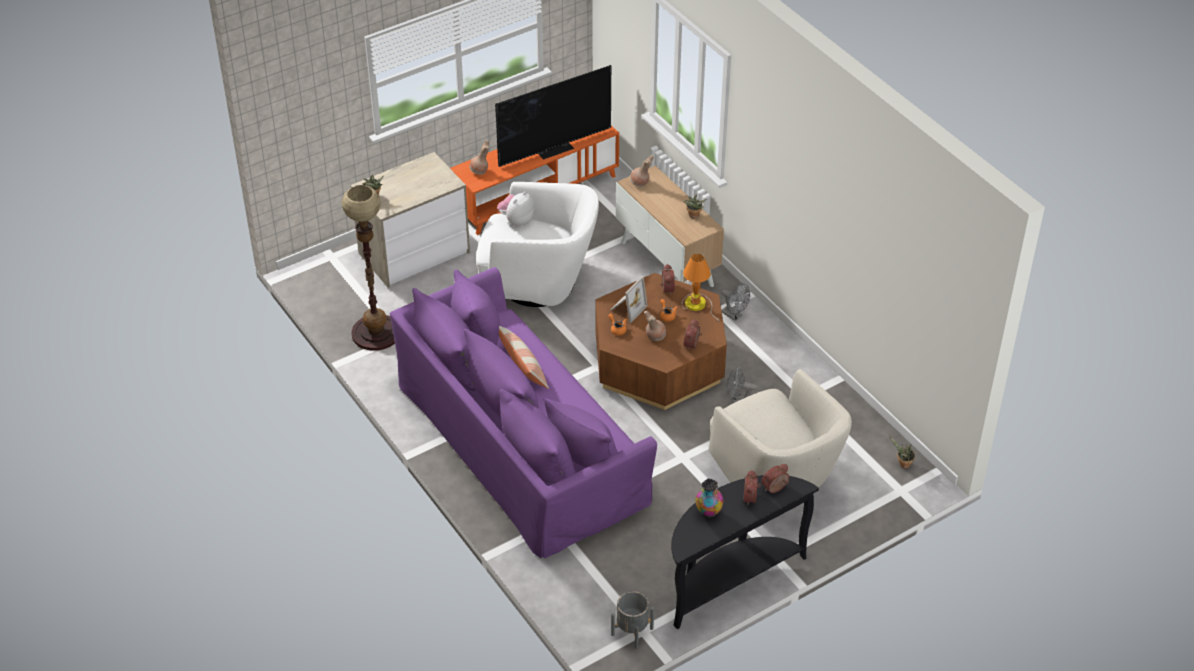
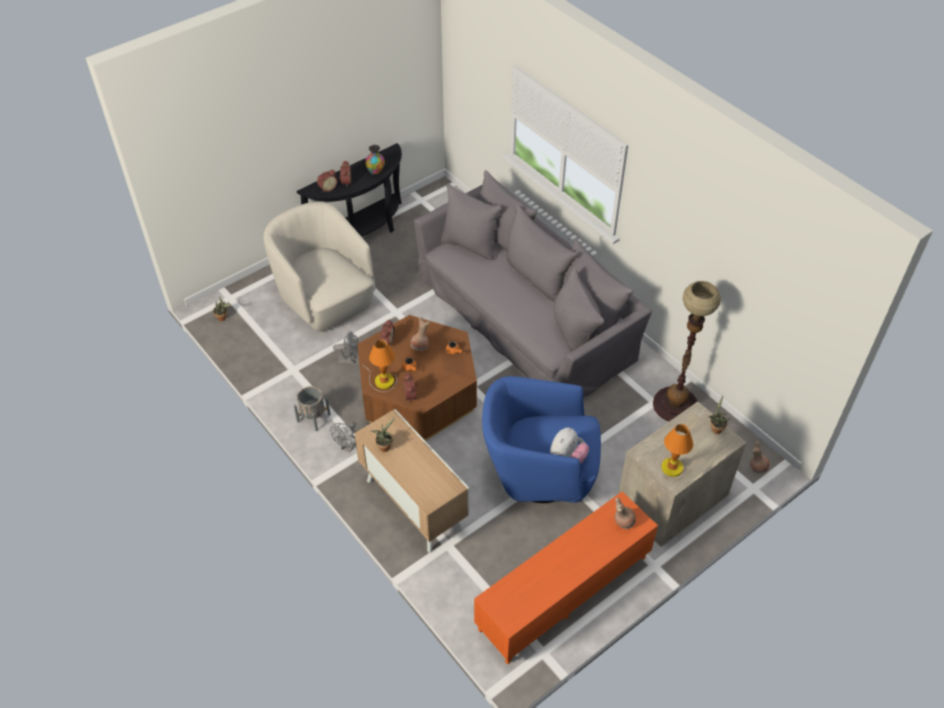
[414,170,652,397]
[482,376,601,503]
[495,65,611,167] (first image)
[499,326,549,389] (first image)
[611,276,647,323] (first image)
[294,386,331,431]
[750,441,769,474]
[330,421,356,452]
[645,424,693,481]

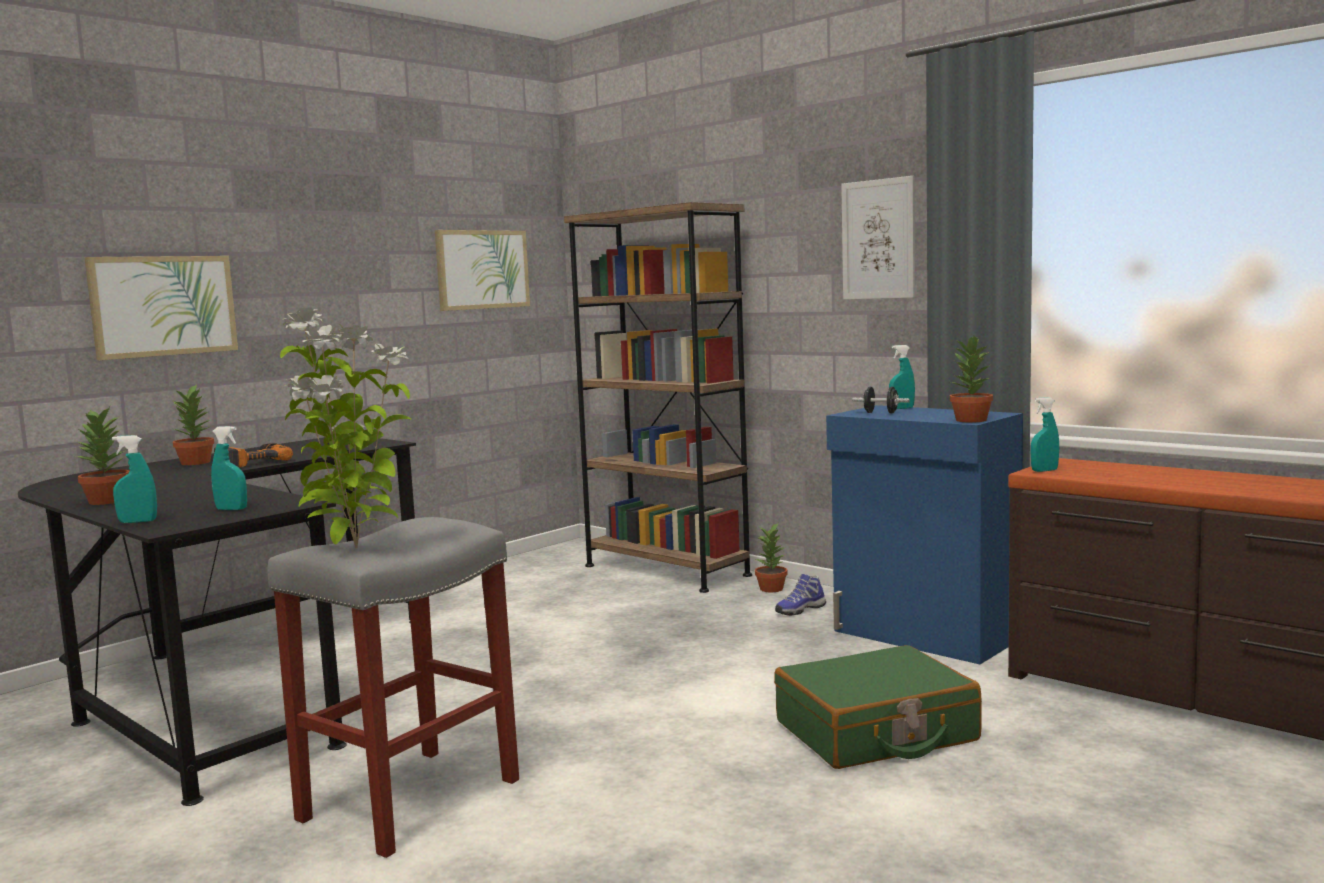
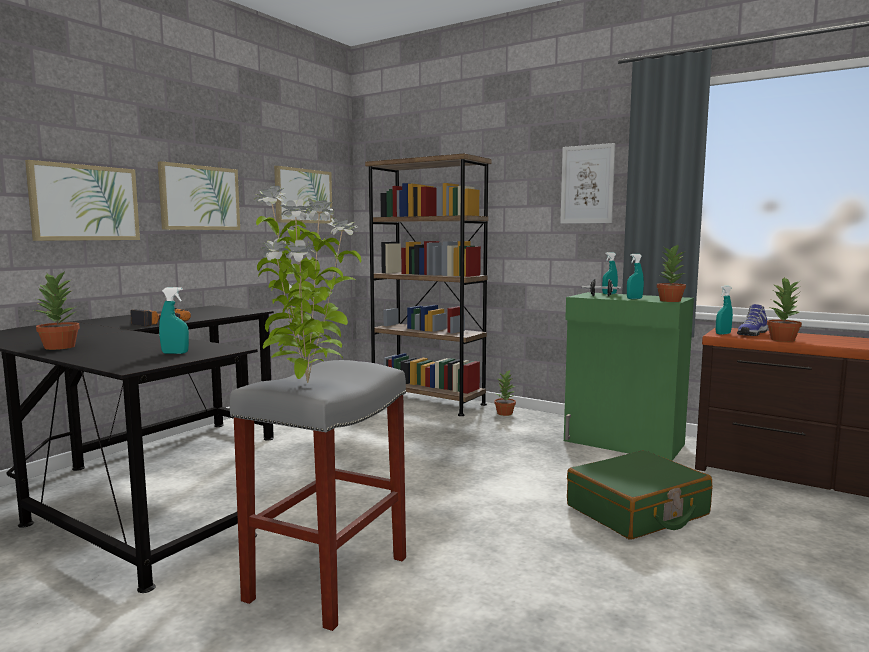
[627,254,644,299]
[767,277,802,342]
[737,304,767,336]
[564,292,694,461]
[158,161,240,230]

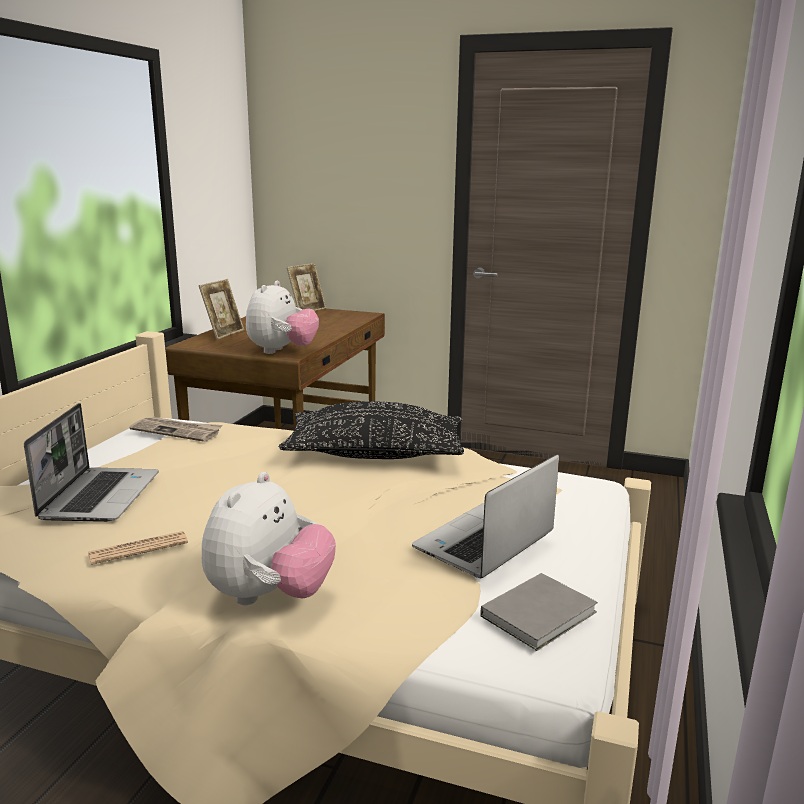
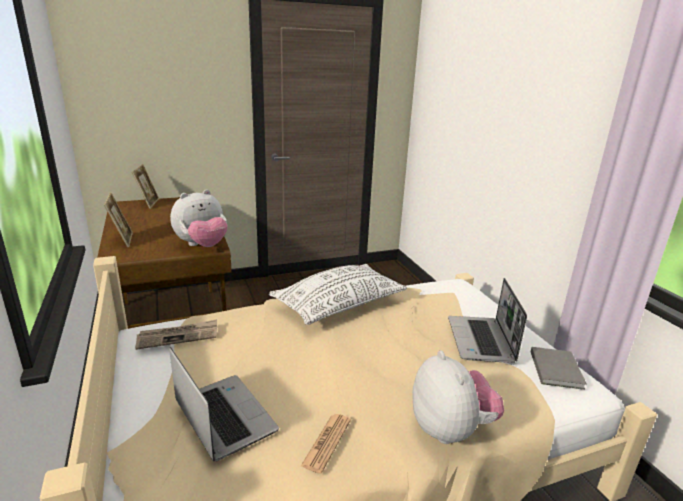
[170,190,227,247]
[269,264,407,325]

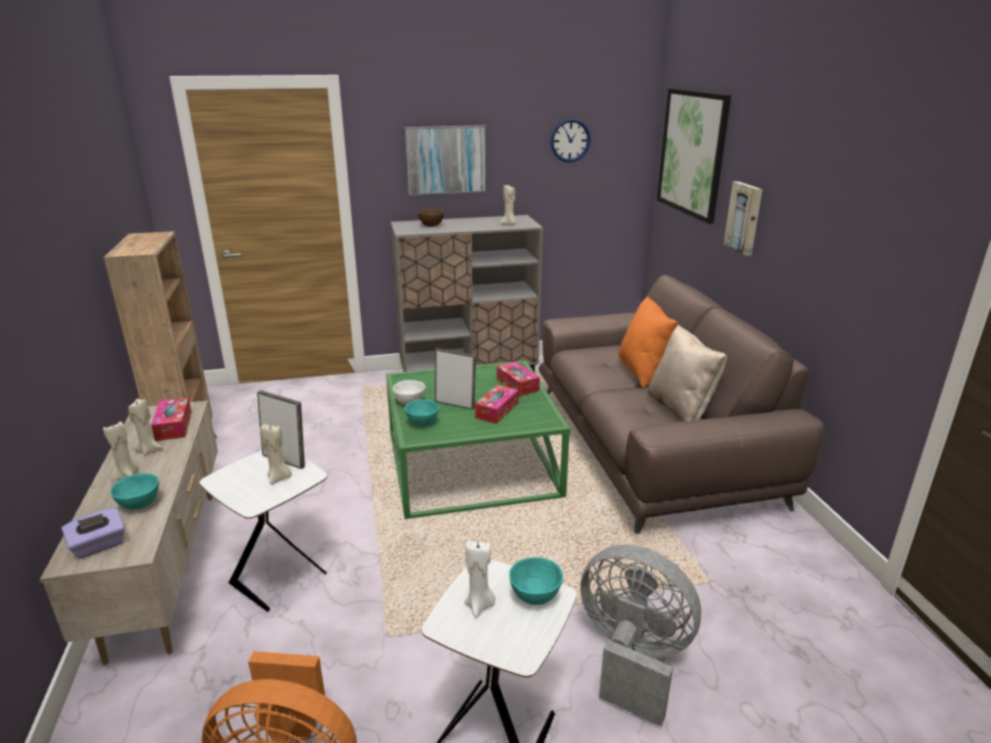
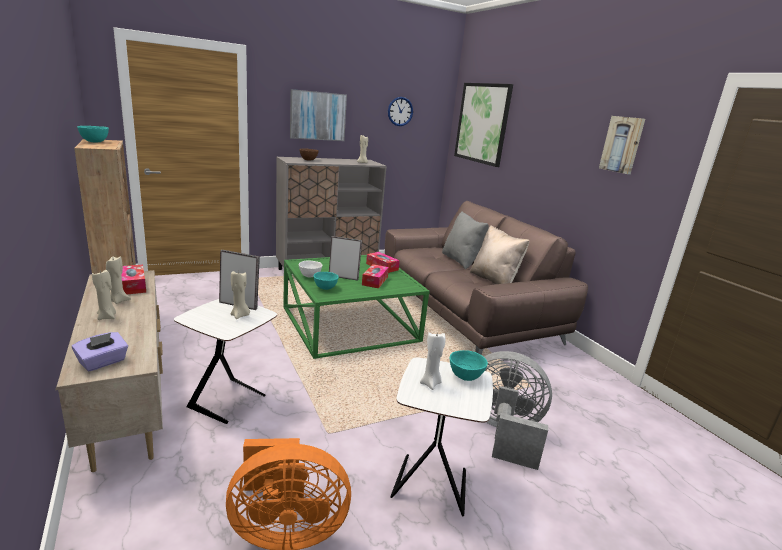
[77,126,109,143]
[442,211,489,269]
[599,116,645,174]

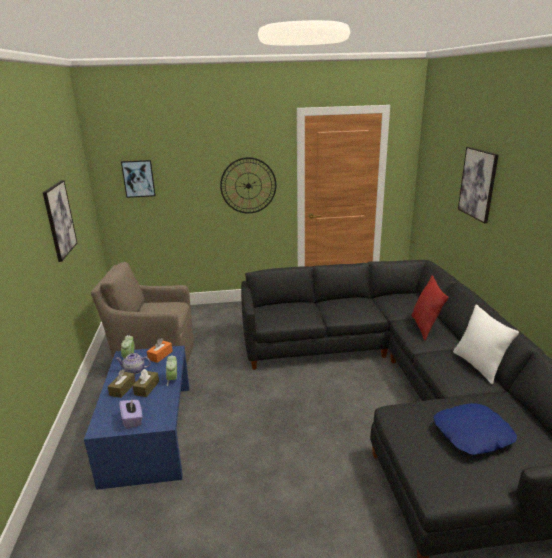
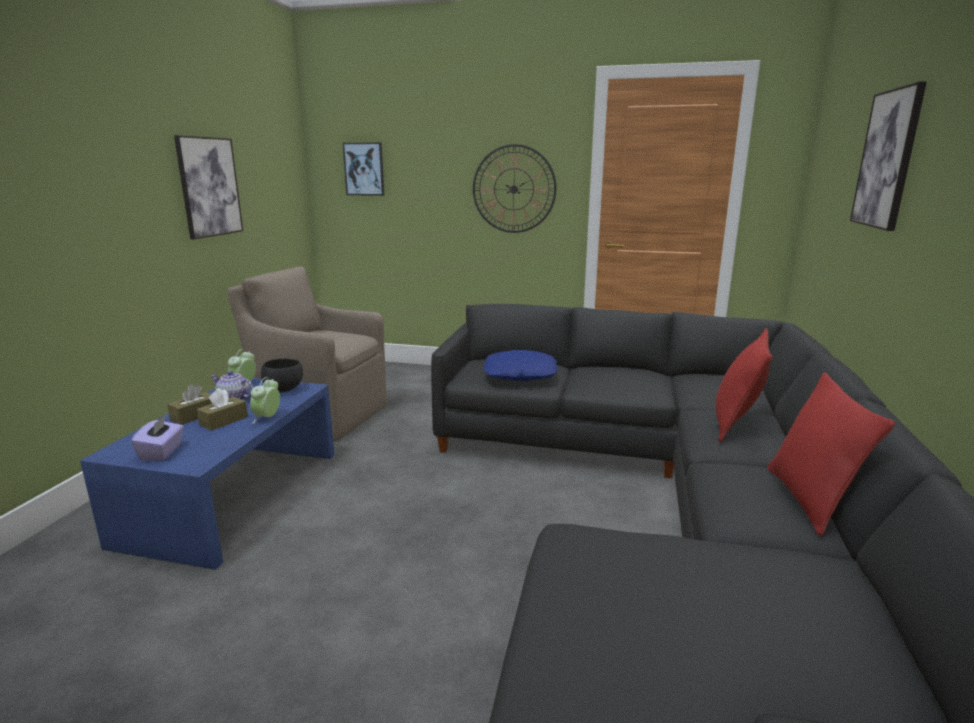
[261,358,303,392]
[484,350,558,381]
[767,372,895,536]

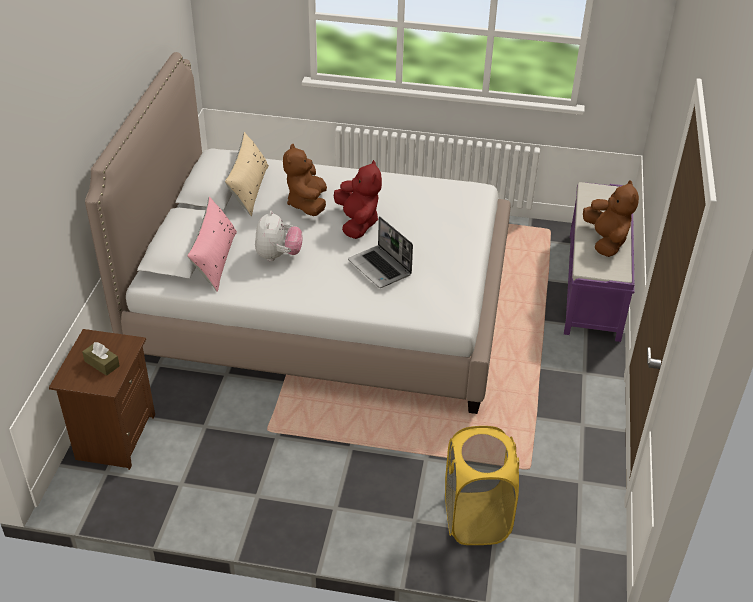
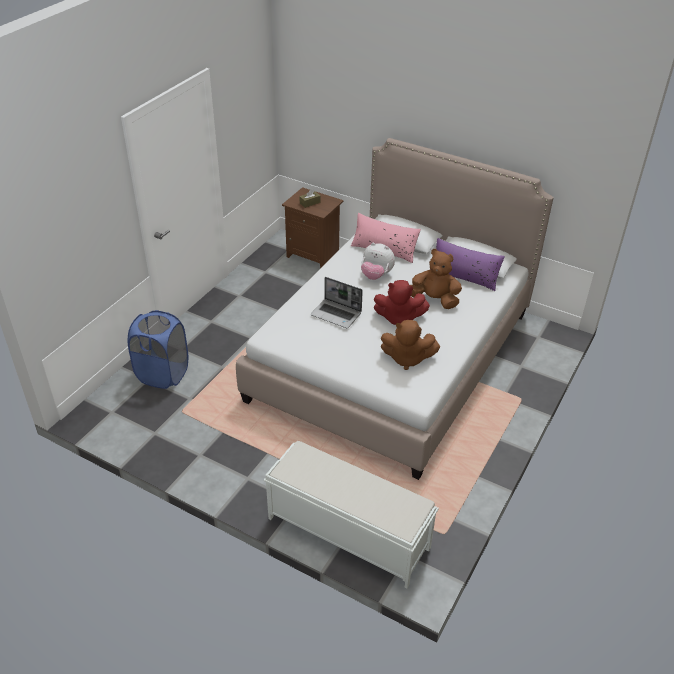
[436,238,505,291]
[311,277,363,328]
[128,310,188,389]
[264,441,439,589]
[381,320,440,370]

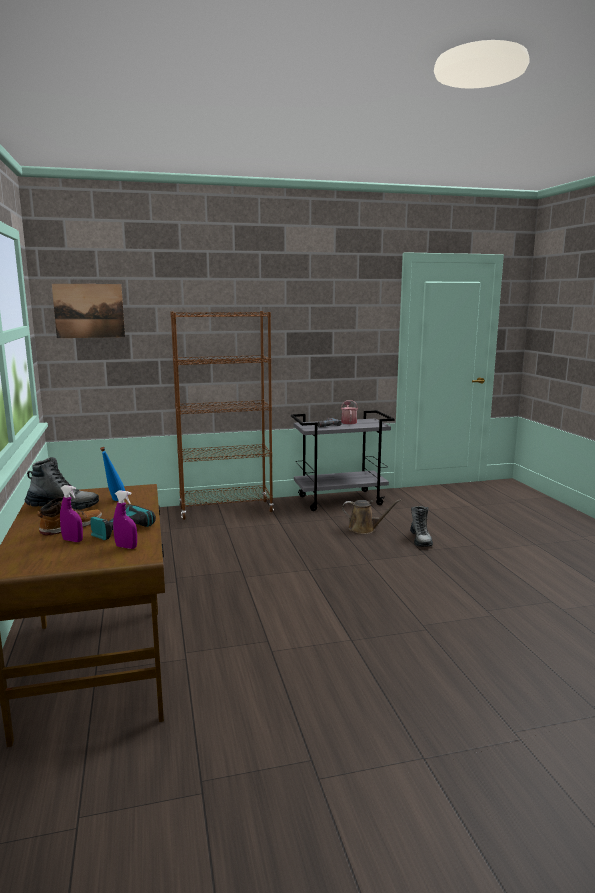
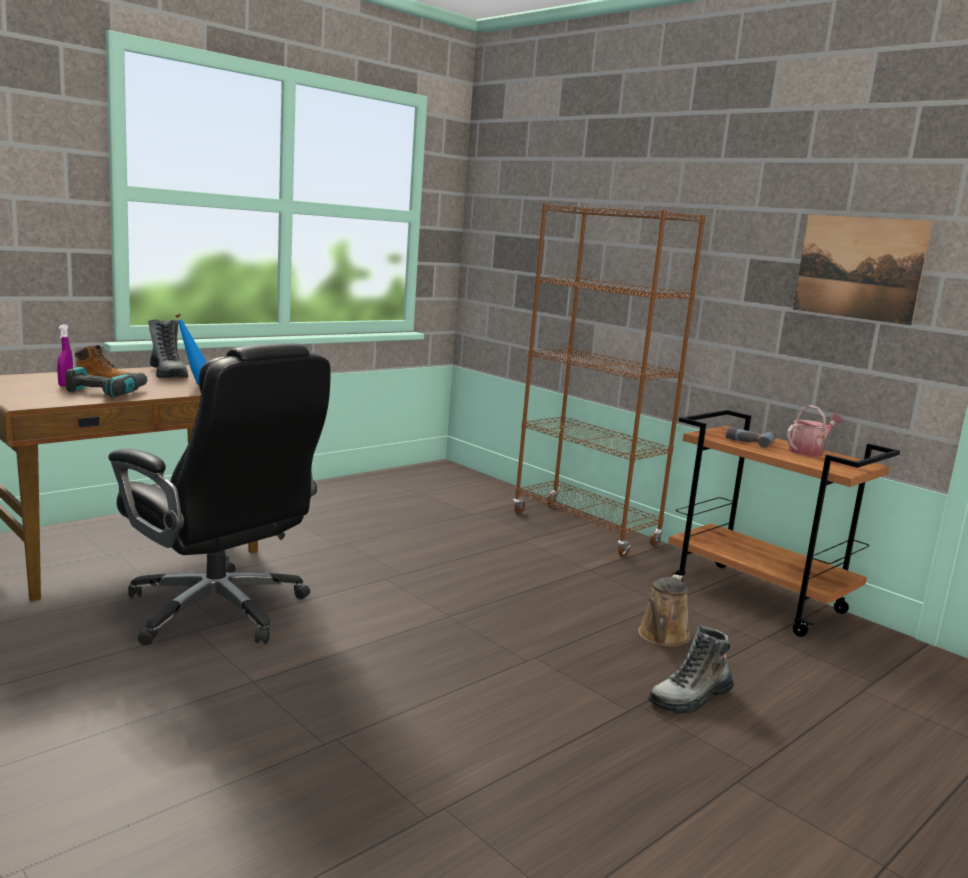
[793,214,933,325]
[113,490,137,549] (first image)
[668,410,900,637]
[638,574,691,647]
[108,343,331,645]

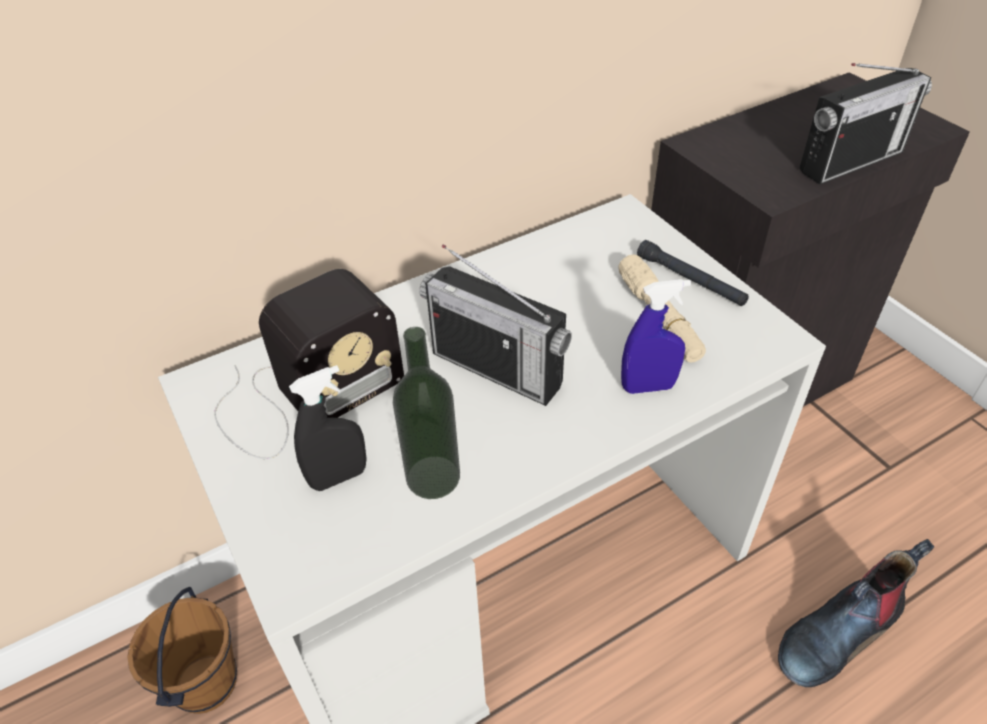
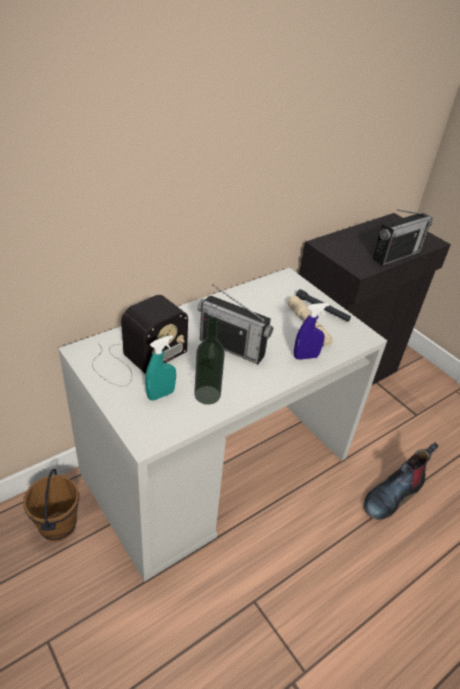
[145,335,176,401]

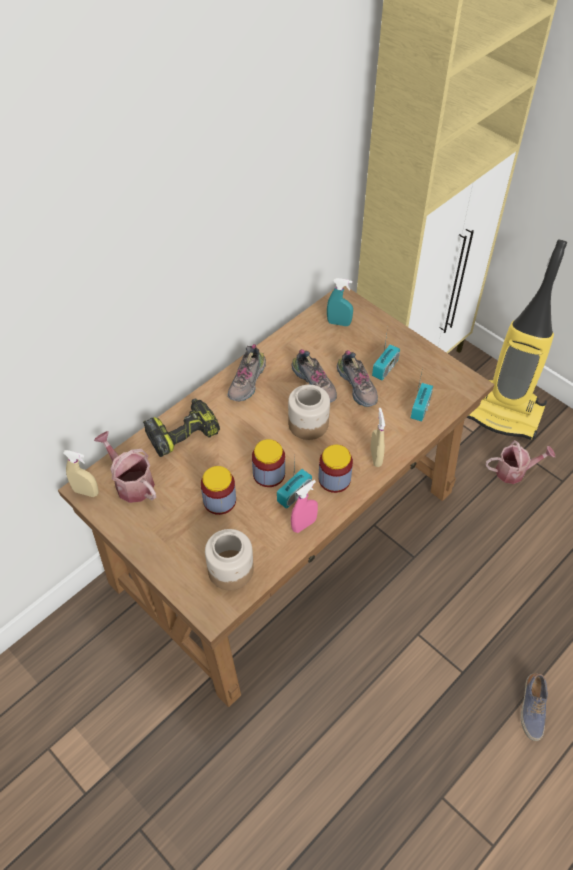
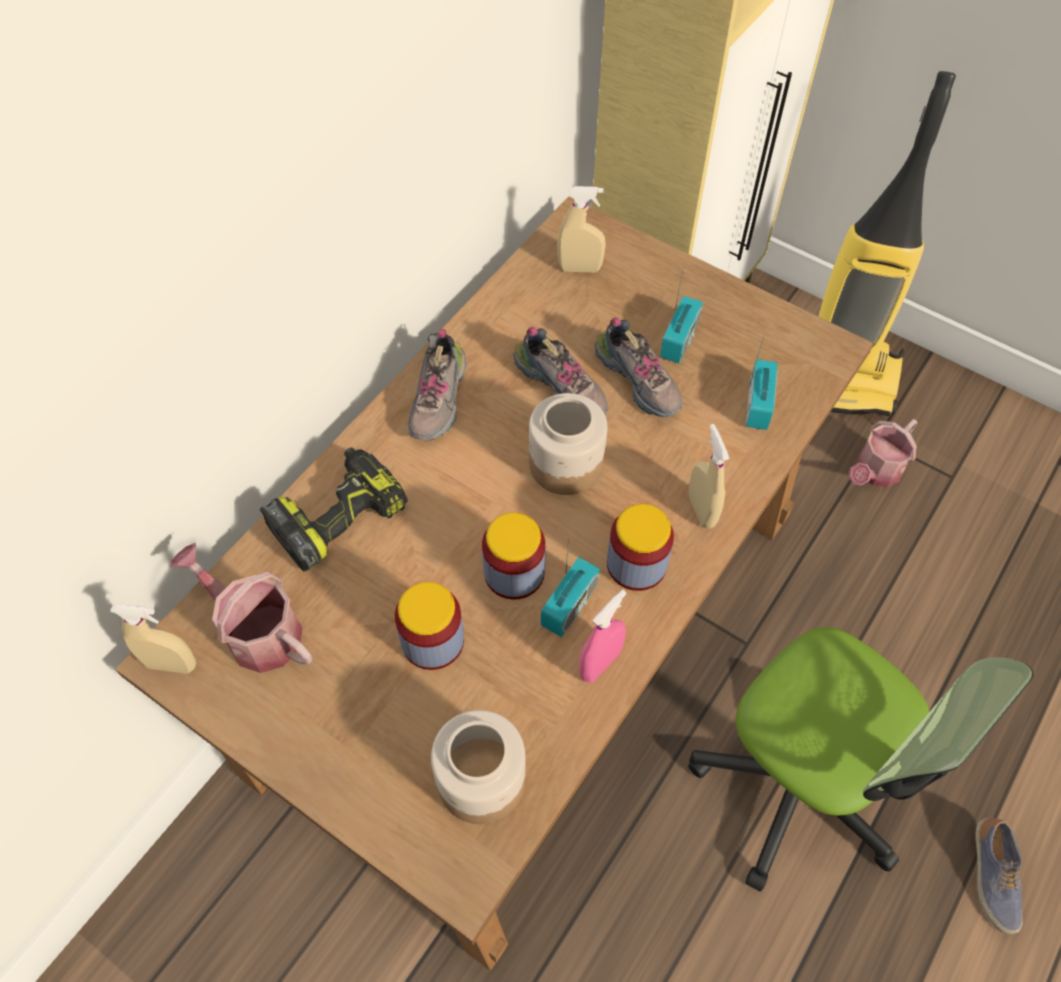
[557,186,606,273]
[849,419,917,487]
[688,627,1034,892]

